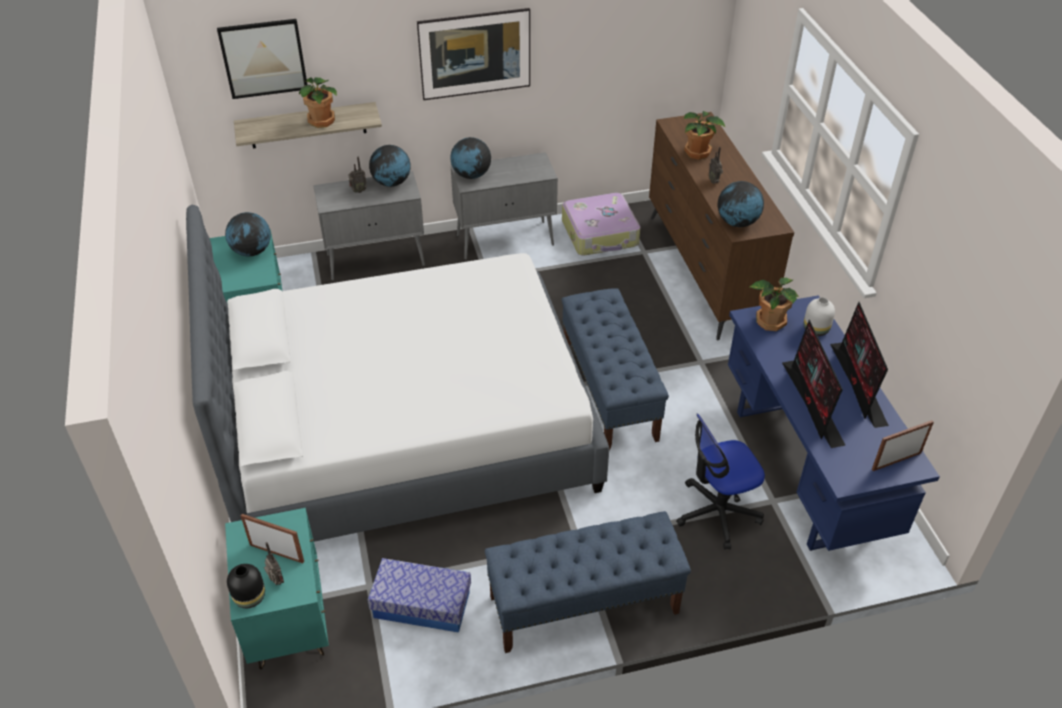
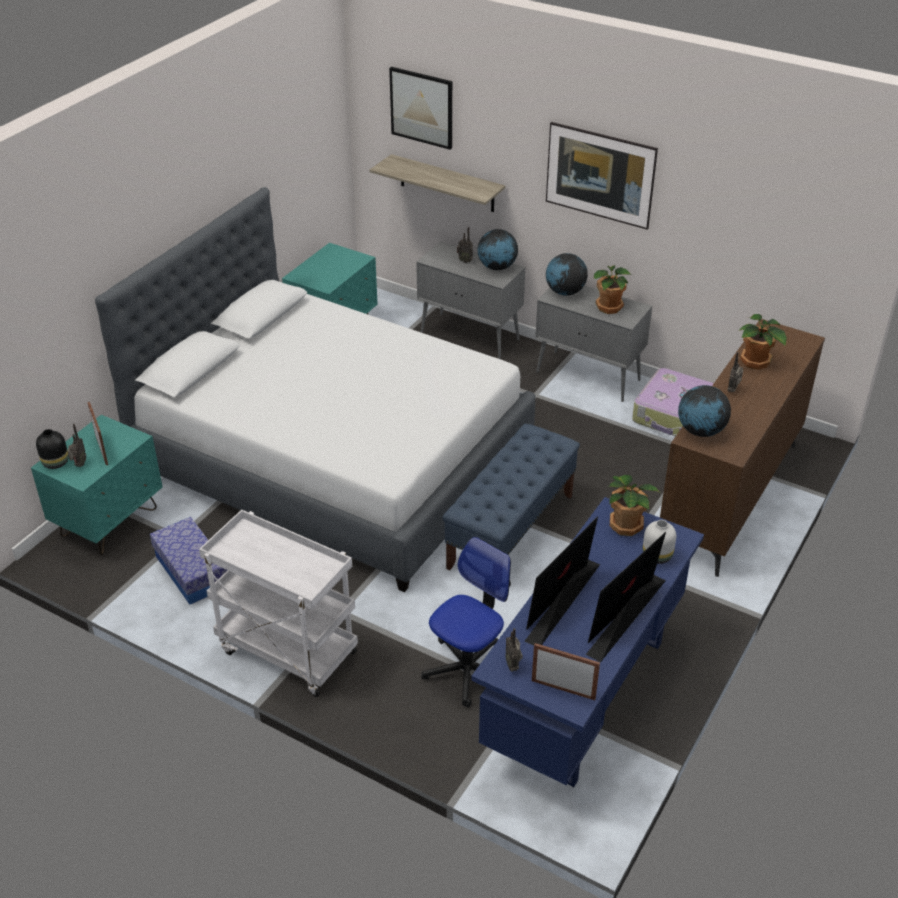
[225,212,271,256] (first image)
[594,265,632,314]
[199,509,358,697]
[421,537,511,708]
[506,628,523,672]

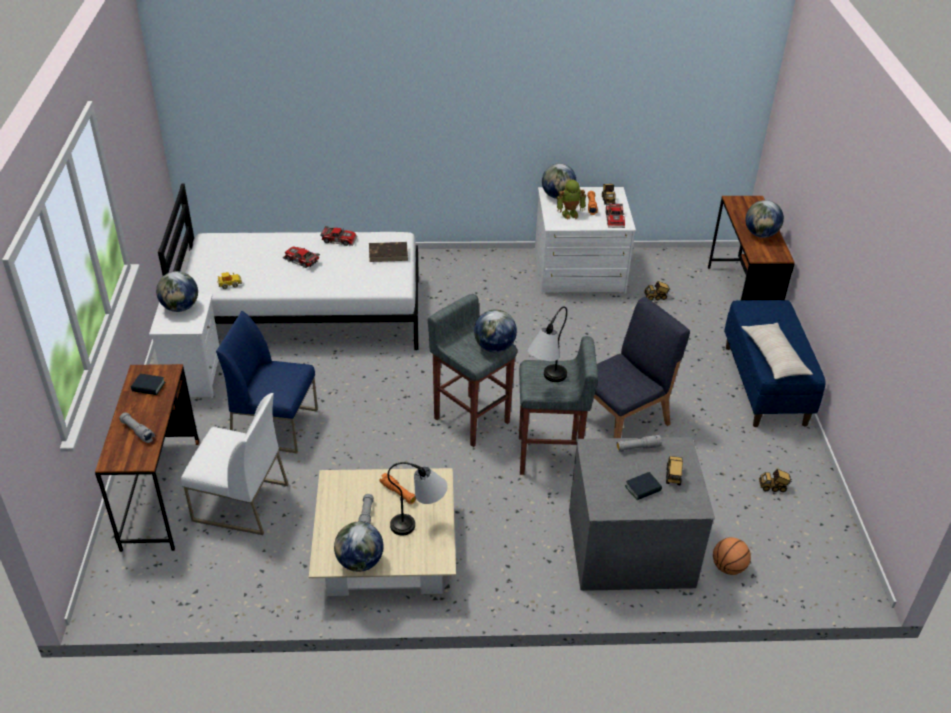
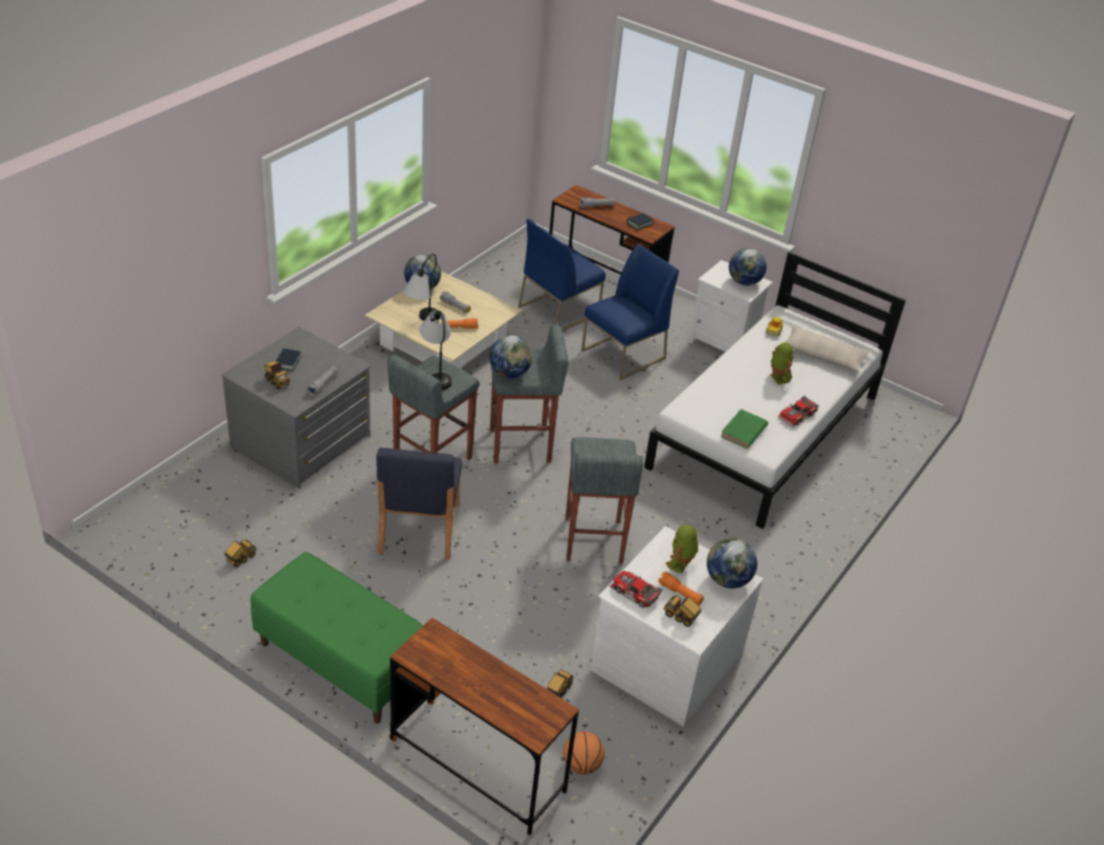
[518,219,606,331]
[770,342,794,385]
[721,409,768,449]
[563,731,605,774]
[251,552,423,724]
[786,326,870,372]
[745,200,784,238] (first image)
[565,437,643,564]

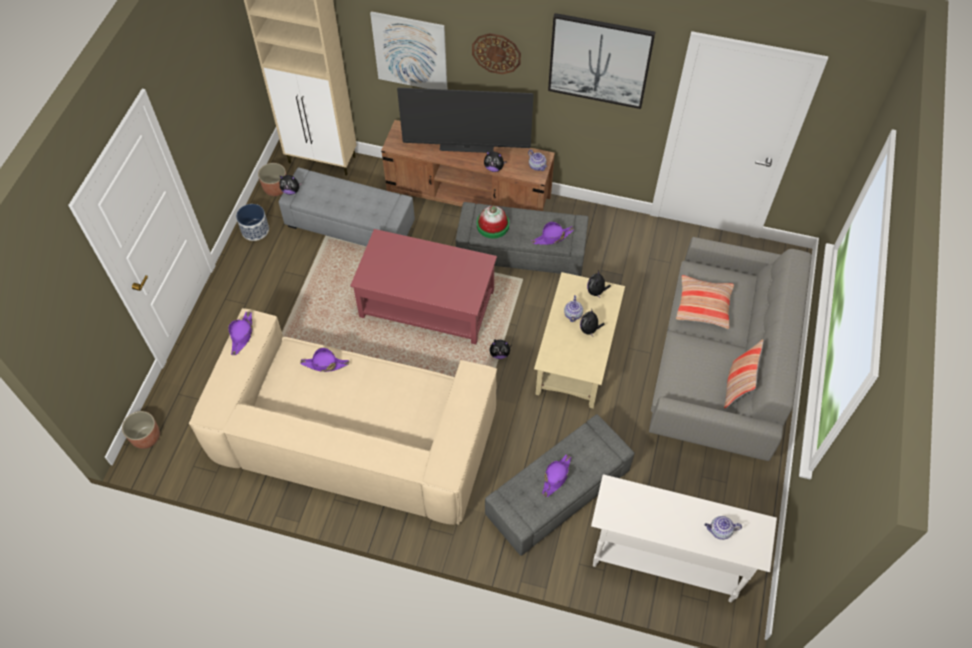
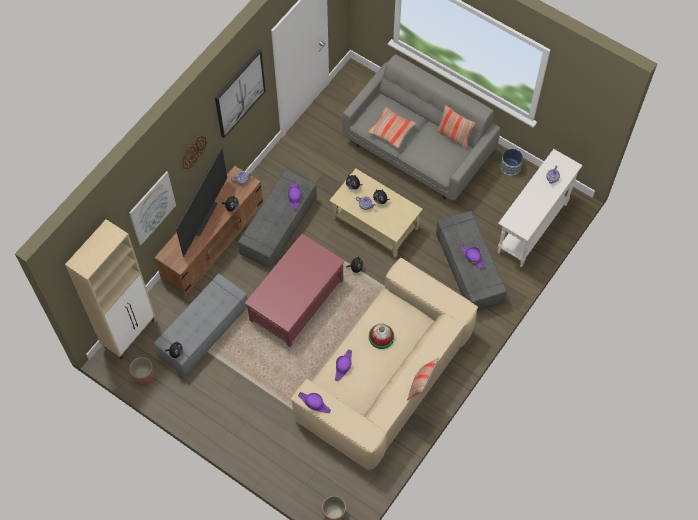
[500,149,523,176]
[369,324,394,349]
[407,357,439,400]

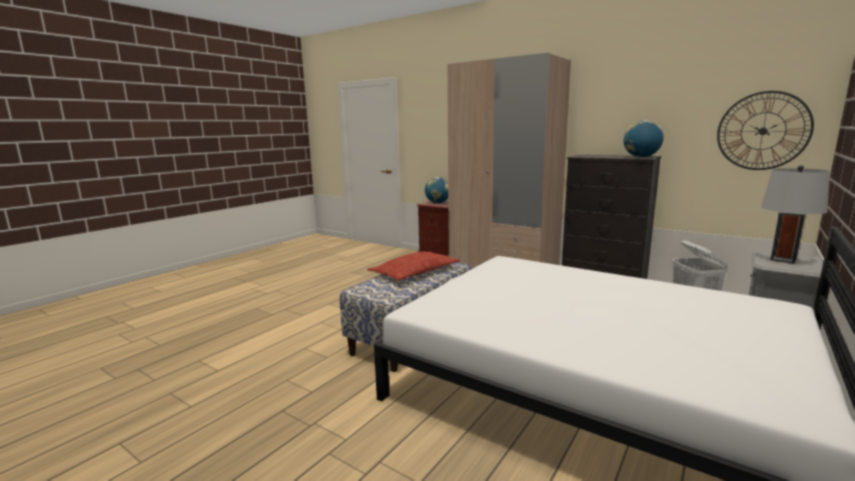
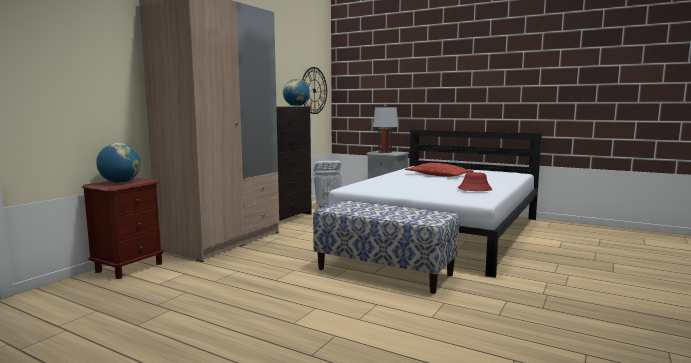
[405,163,474,177]
[458,172,492,191]

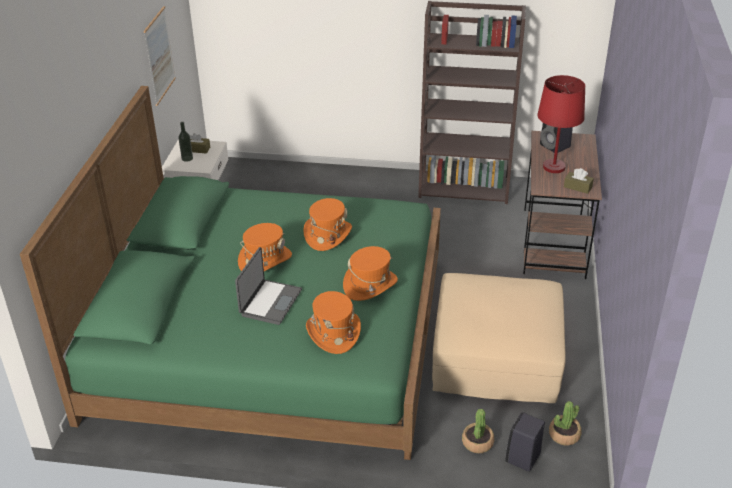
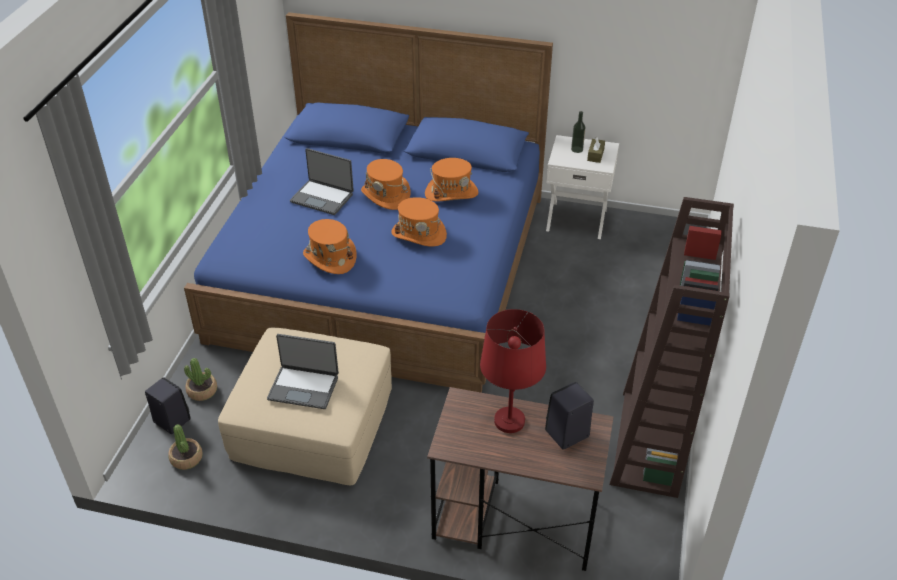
[184,12,553,393]
[144,6,176,106] (first image)
[425,158,479,201]
[564,168,594,194] (first image)
[267,334,339,409]

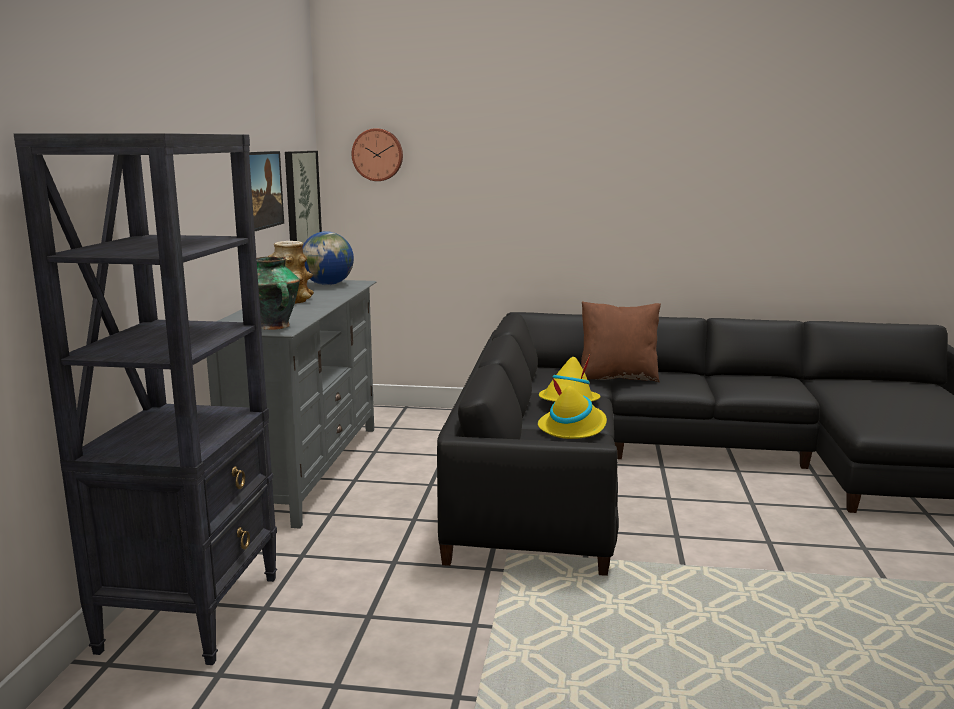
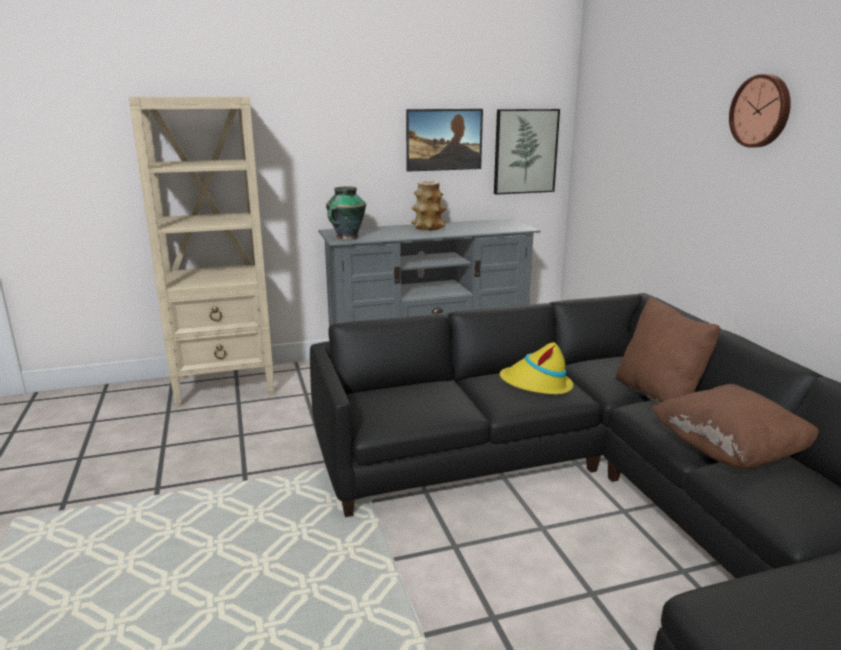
[128,97,274,408]
[302,231,354,285] (first image)
[729,74,791,148]
[538,377,607,439] (first image)
[650,384,818,469]

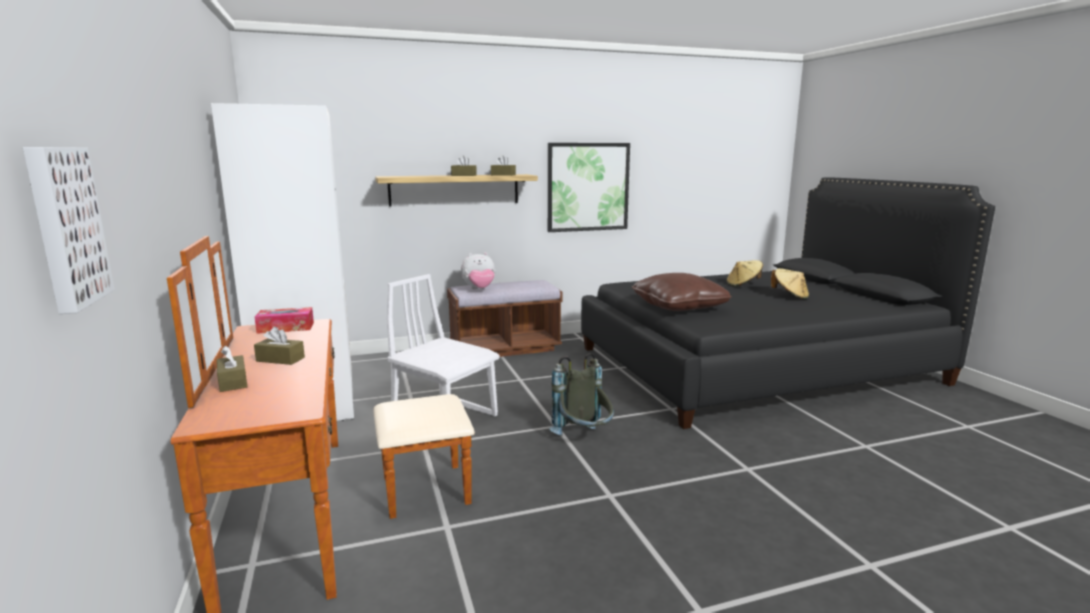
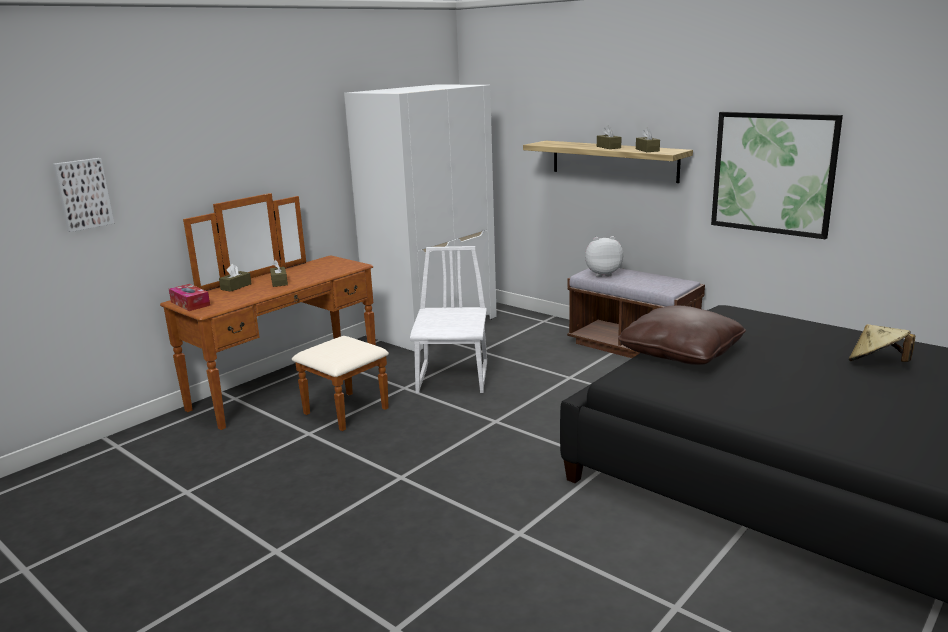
[169,284,210,311]
[585,236,623,277]
[549,353,614,435] (first image)
[771,268,809,299] (first image)

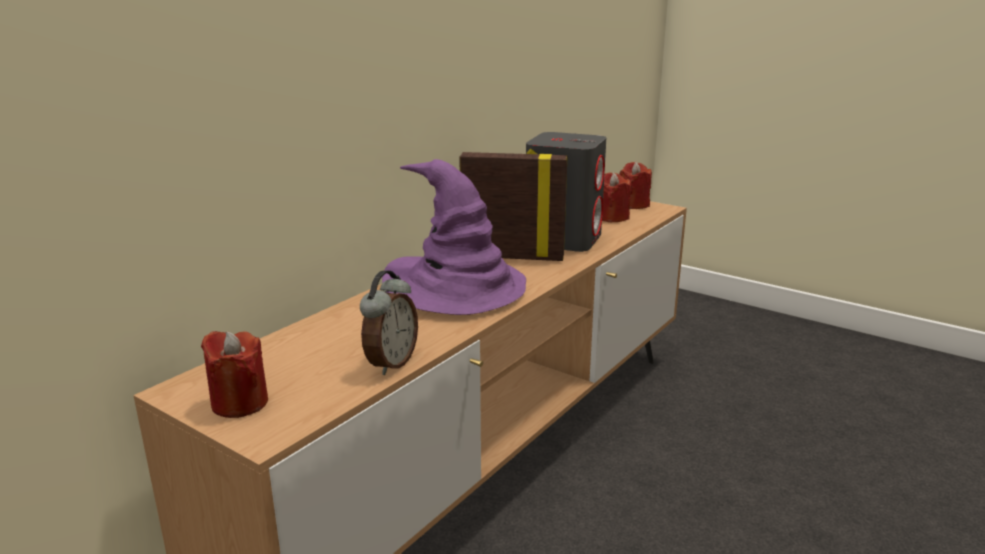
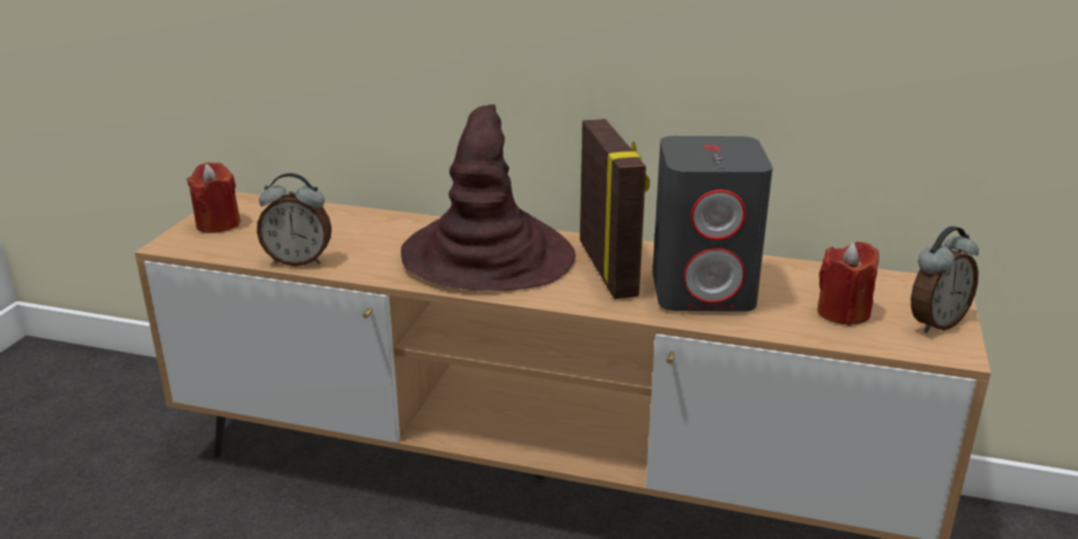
[401,104,576,291]
[911,226,979,333]

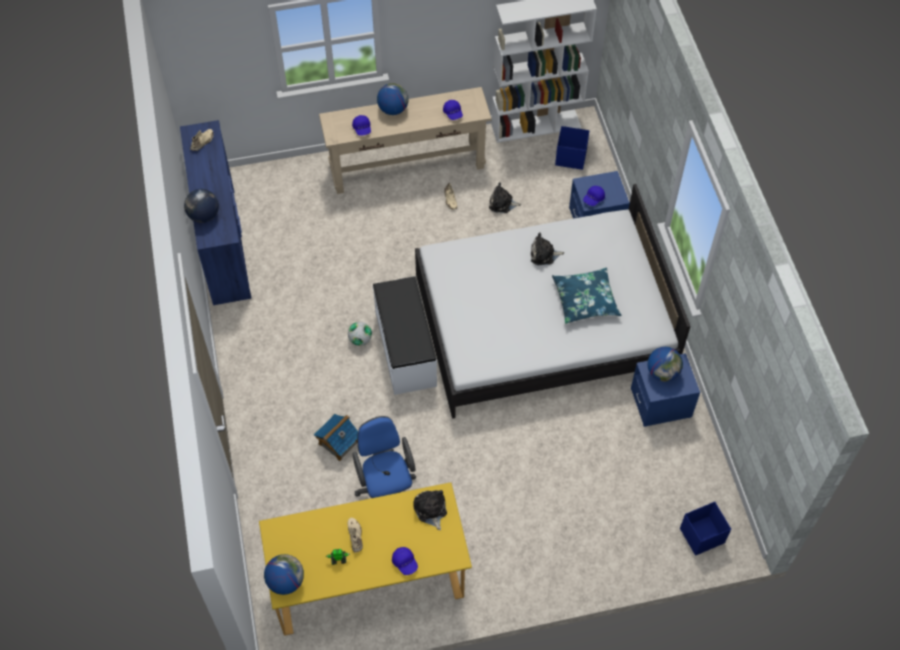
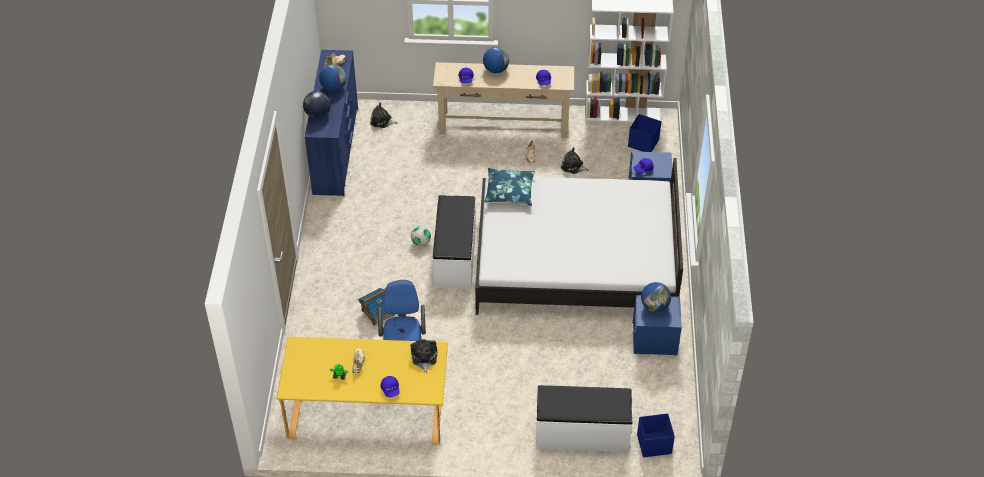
[319,64,346,92]
[370,103,398,128]
[484,167,535,206]
[536,385,633,452]

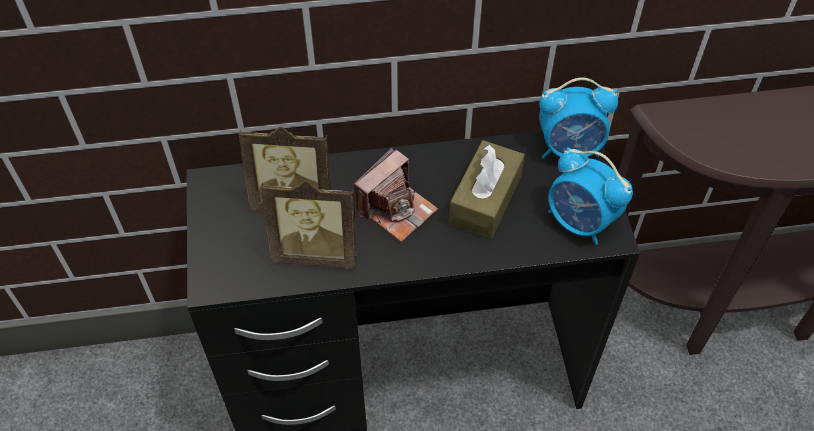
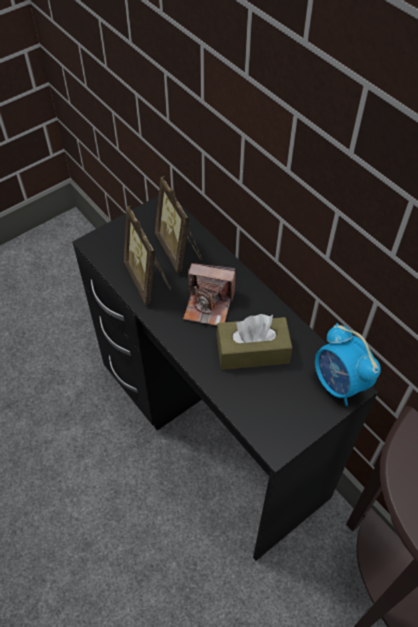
[548,147,633,245] (first image)

